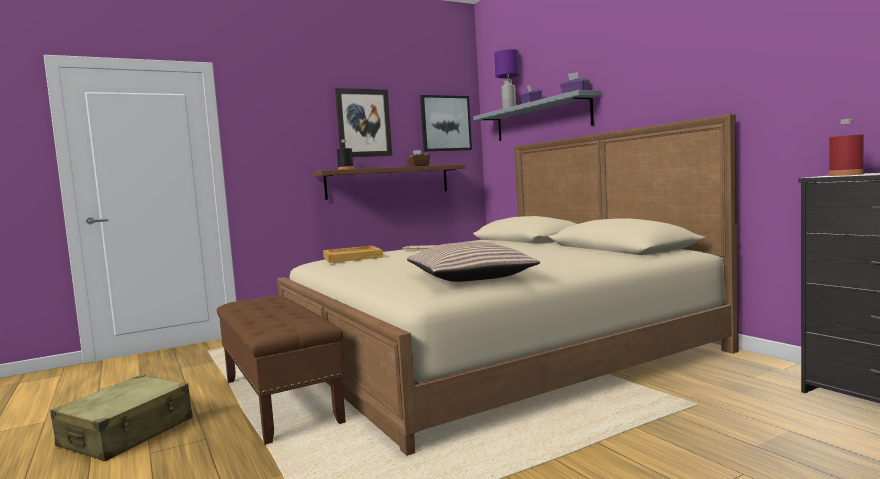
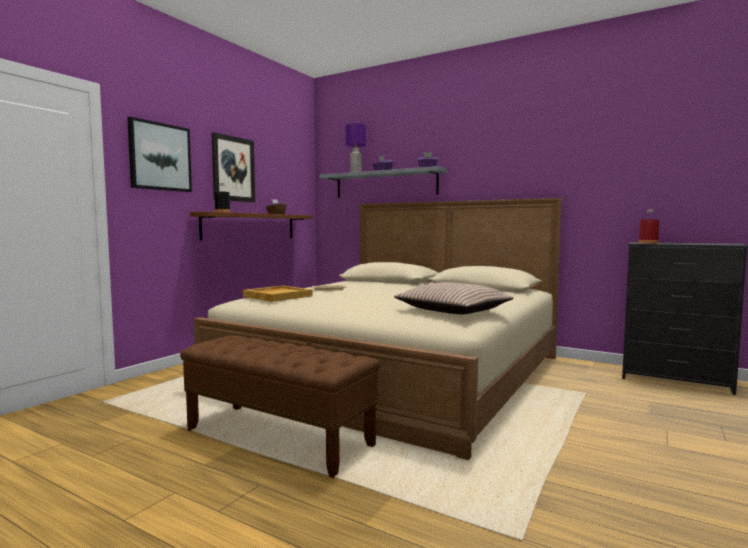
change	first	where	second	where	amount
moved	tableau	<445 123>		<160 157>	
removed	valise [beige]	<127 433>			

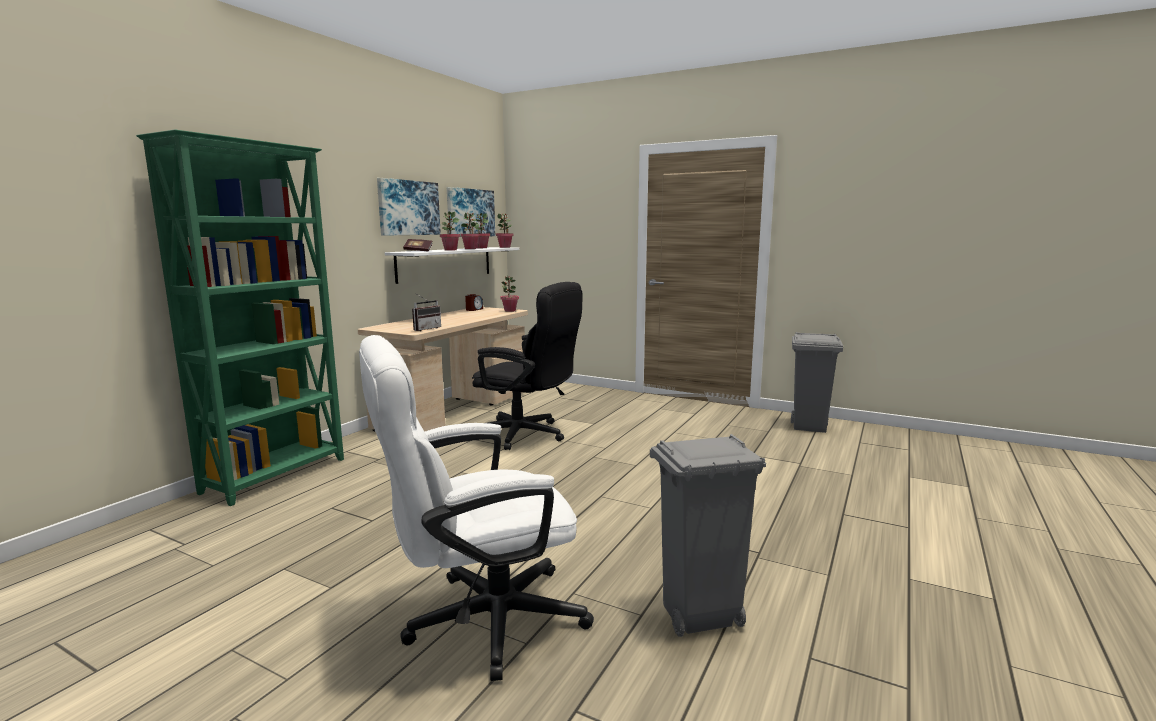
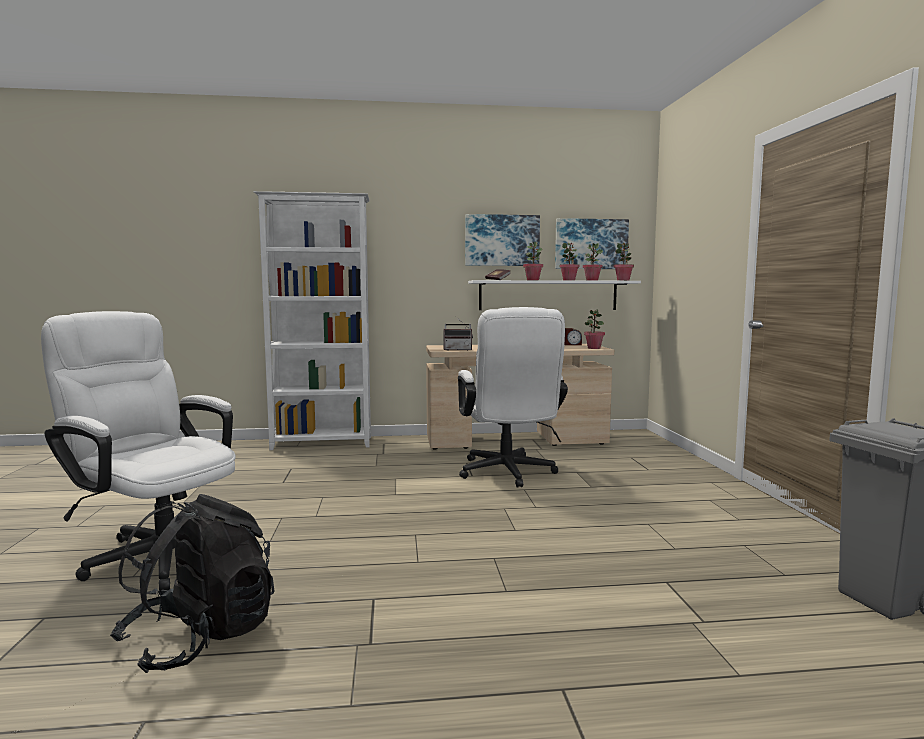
change	first	where	second	where	amount
replaced	poubelle [gris]	<698 618>	sac à dos [noir]	<200 637>	
recoloured	bibliothèque [vert]	<277 475>	bibliothèque [blanc]	<323 444>	
recoloured	chaise de bureau [noir]	<527 435>	chaise de bureau [blanc]	<508 474>	

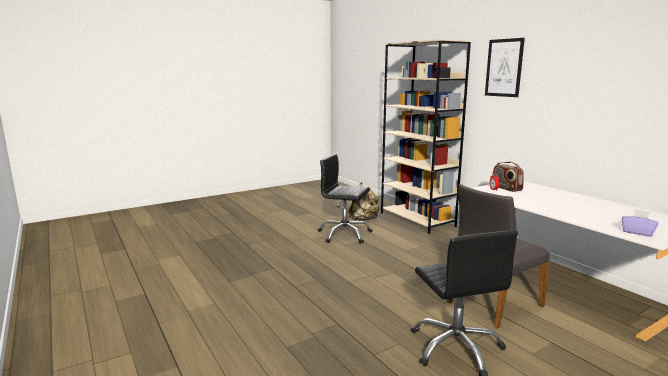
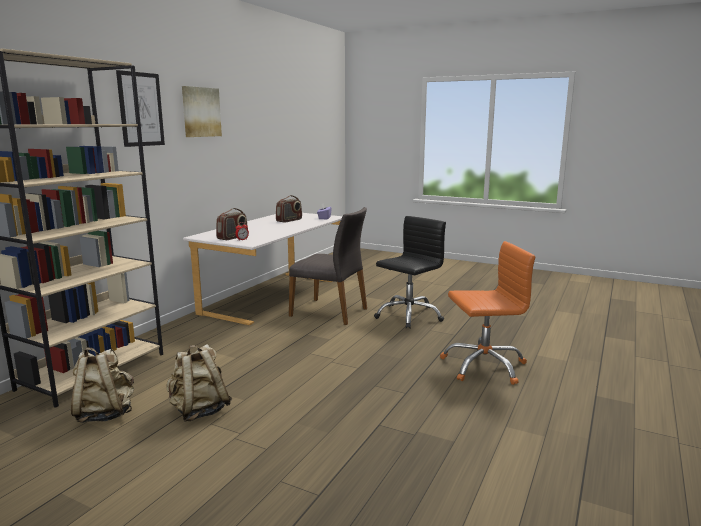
change	first	where	second	where	amount
replaced	chaise de bureau [noir]	<344 234>	sac à dos [beige]	<199 411>	
added			tableau	<201 112>	
added			radio	<289 220>	
added			chaise de bureau [orange]	<483 366>	

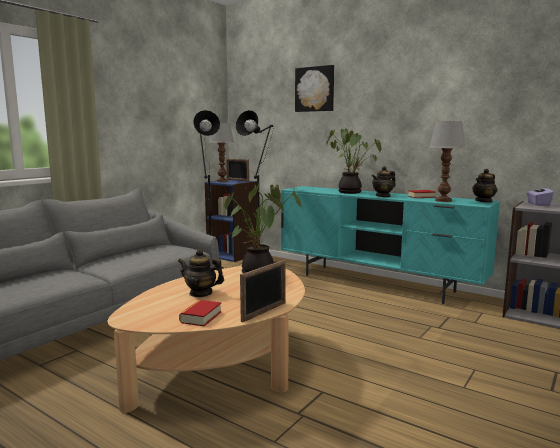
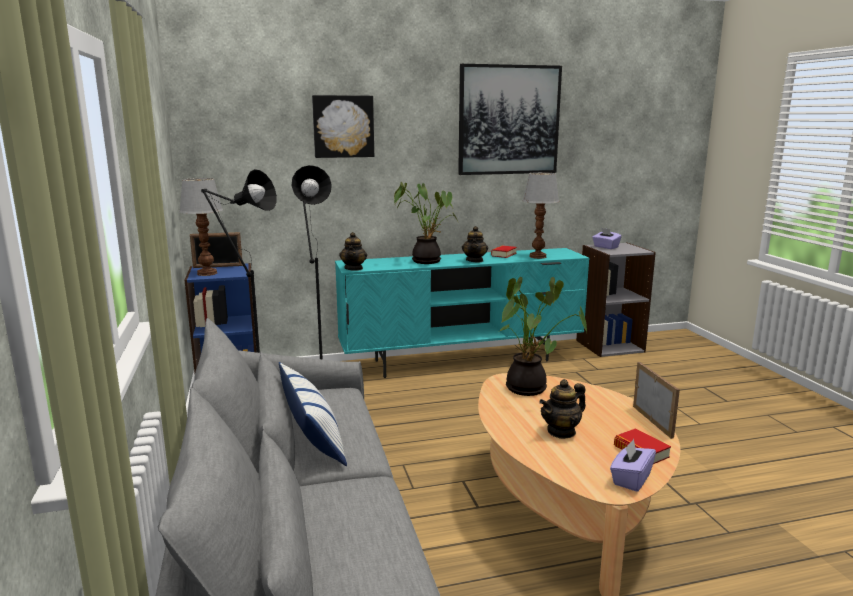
change	first	where	second	where	amount
added			coussin	<313 436>	
moved	théière	<484 201>		<354 268>	
added			tableau	<509 120>	
added			boîte à mouchoirs [violet]	<631 479>	

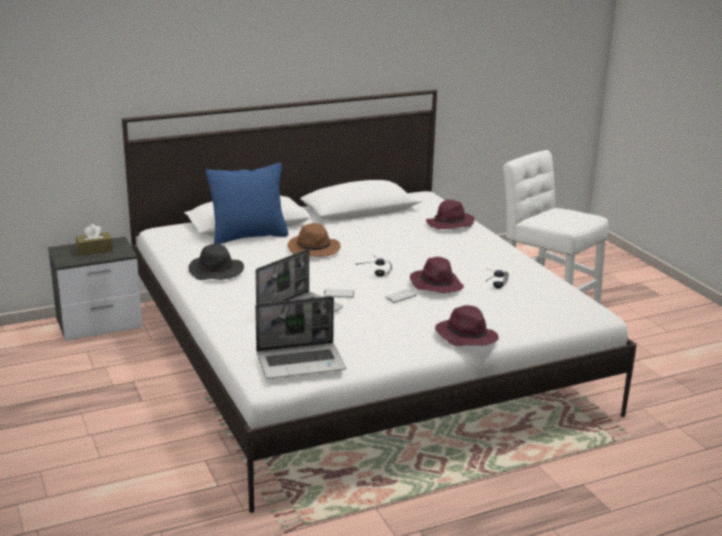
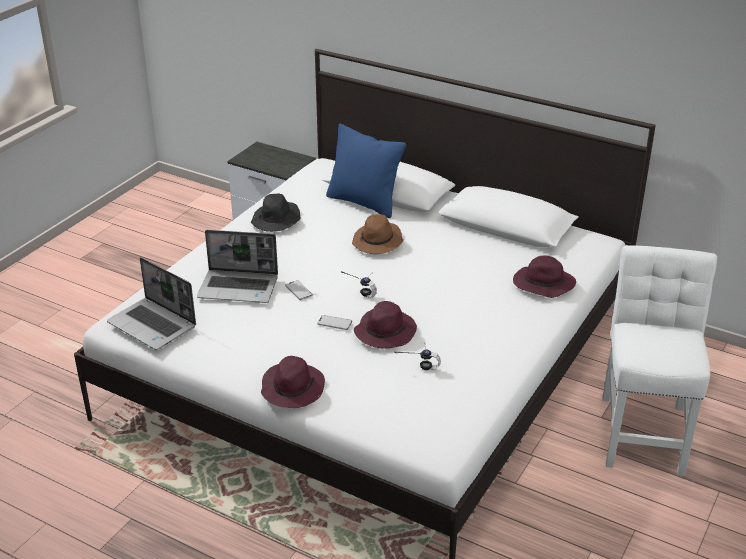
change	first	where	second	where	amount
removed	boîte à mouchoirs [marron]	<94 250>			

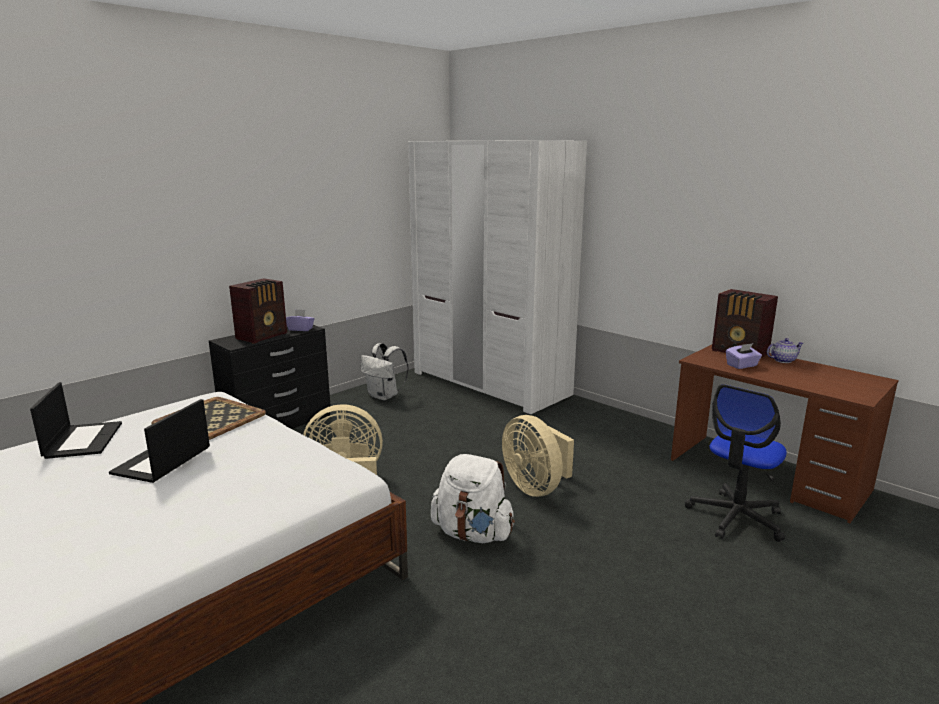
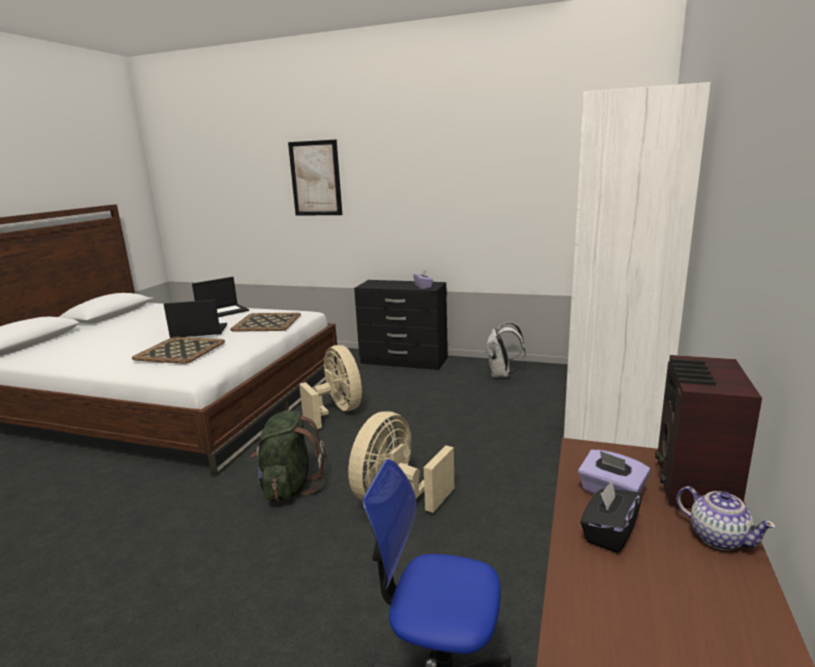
change	first	where	second	where	amount
added			plateau	<181 350>	
recoloured	sac à dos [blanc]	<473 534>	sac à dos [vert]	<289 487>	
added			tableau	<315 178>	
added			boîte à mouchoirs [noir]	<609 533>	
removed	radio	<263 336>			

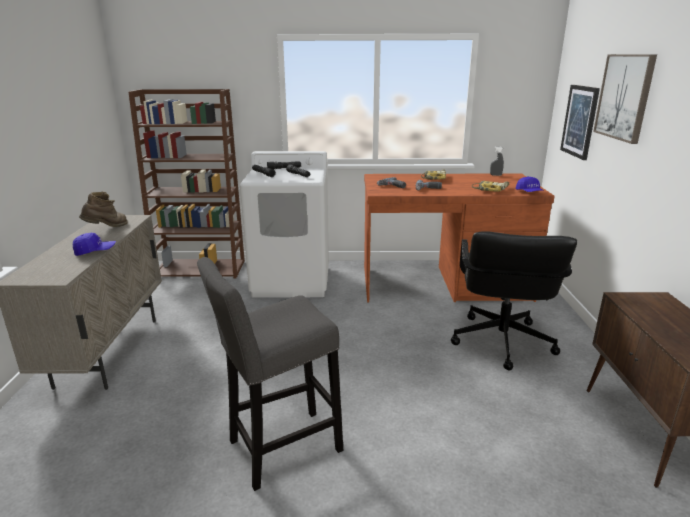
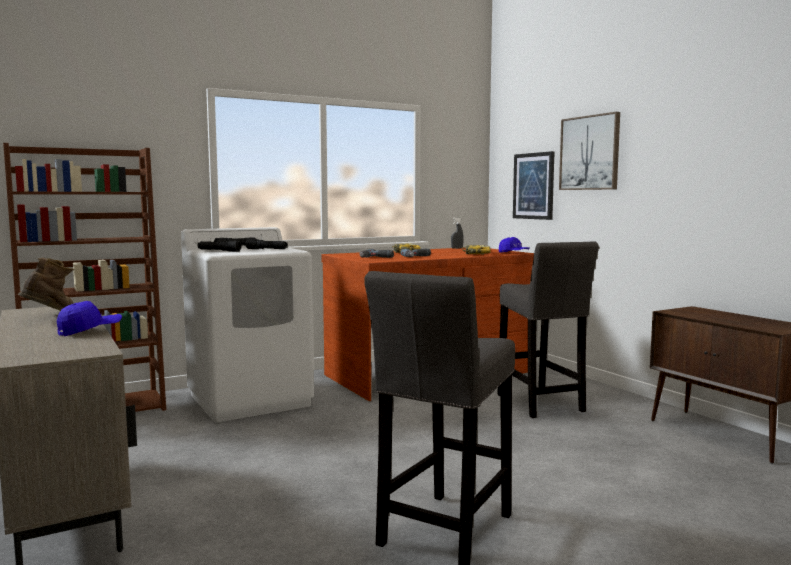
change	first	where	second	where	amount
replaced	chaise de bureau [noir]	<501 342>	tabouret [gris]	<541 405>	

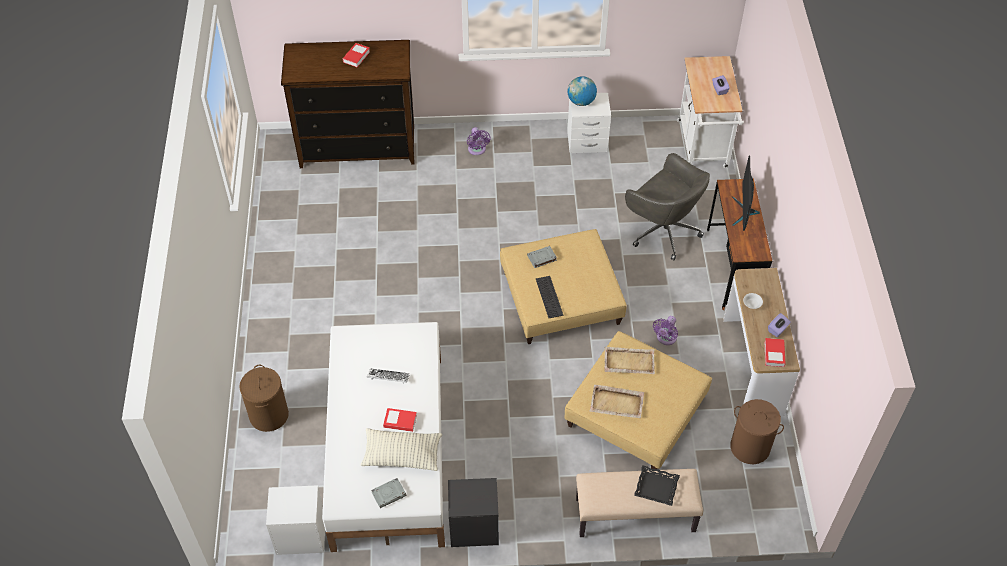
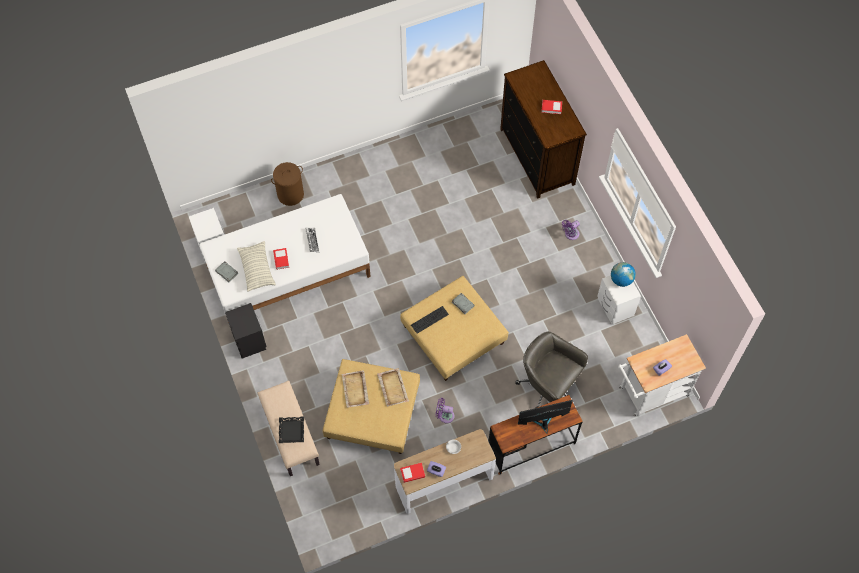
change	first	where	second	where	amount
turned	chaise de bureau [gris]	<662 230>		<548 386>	105 degrees clockwise
removed	panier à linge [marron]	<749 447>			

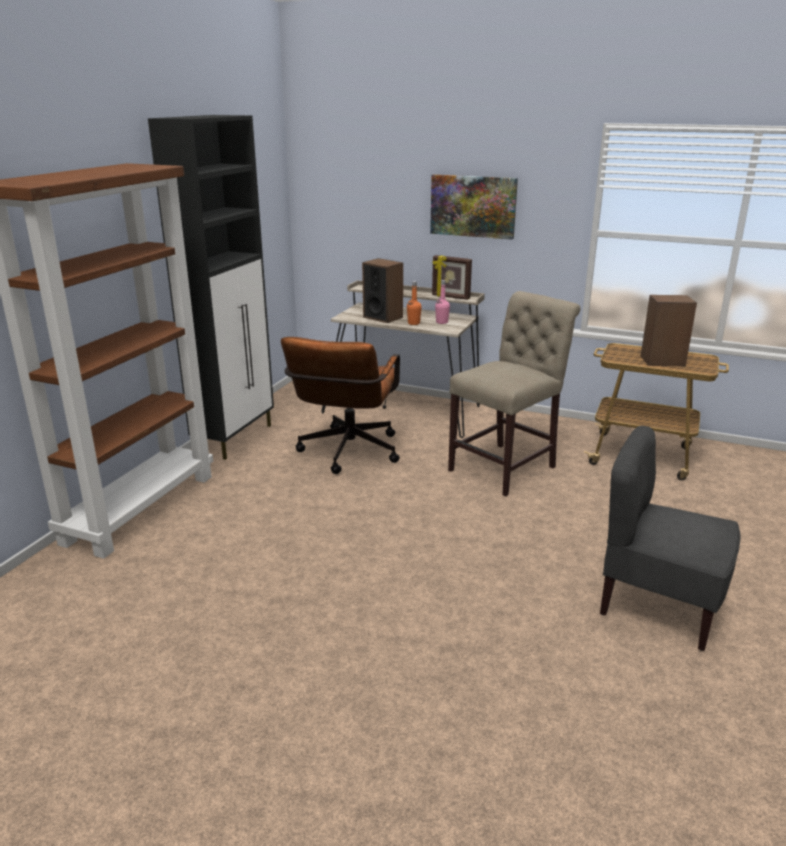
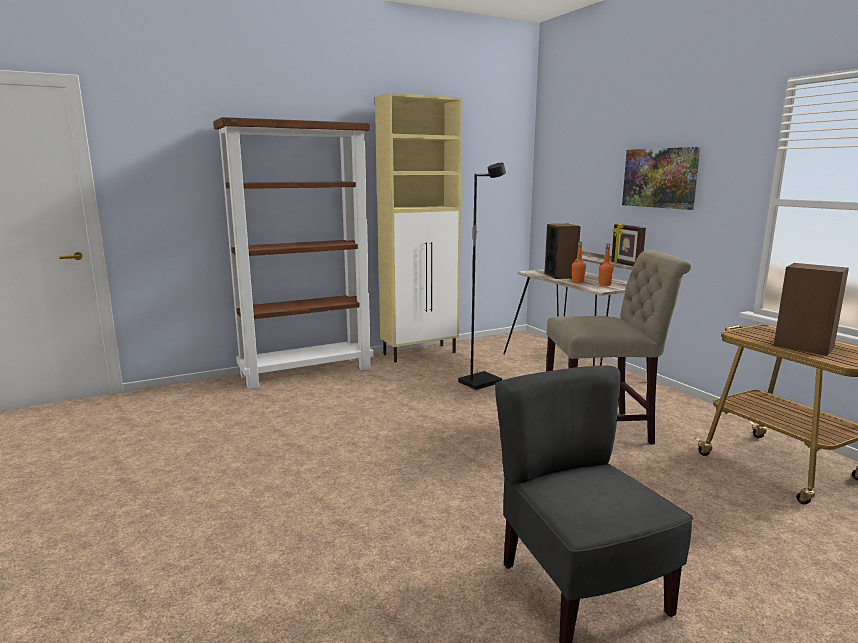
change	first	where	second	where	amount
recoloured	meuble de rangement [noir]	<235 438>	meuble de rangement [beige]	<420 353>	
replaced	chaise de bureau [marron]	<347 454>	lampadaire [noir]	<479 382>	
recoloured	bouteille [rose]	<442 322>	bouteille [orange]	<604 284>	

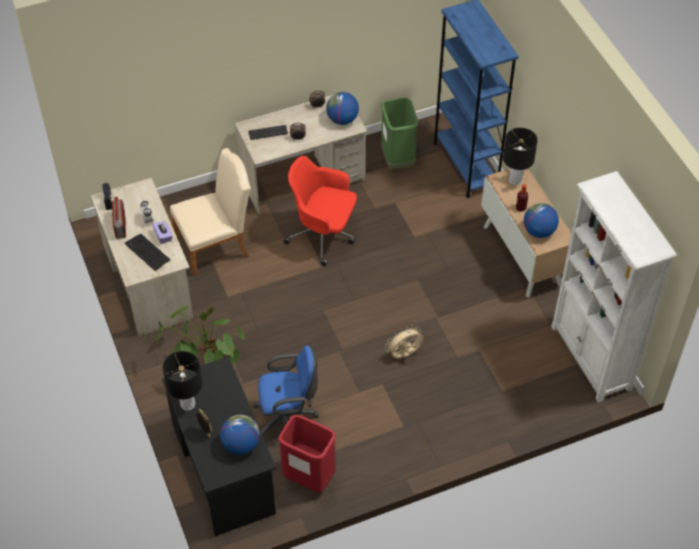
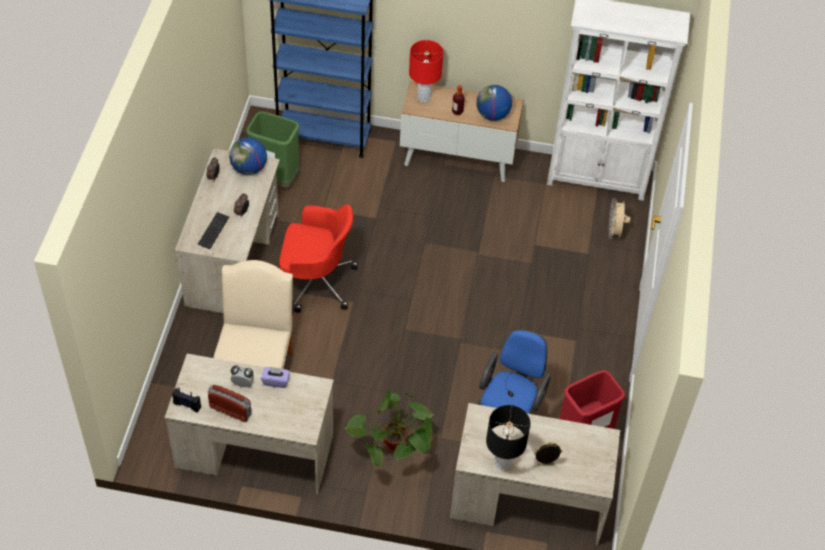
change	first	where	second	where	amount
turned	chaise de bureau [rouge]	<323 235>		<316 281>	135 degrees counterclockwise
recoloured	lampe de table [noir]	<515 180>	lampe de table [rouge]	<423 97>	
recoloured	bureau [noir]	<223 469>	bureau [beige]	<527 501>	
moved	ventilateur [beige]	<405 355>		<614 232>	
removed	clavier	<147 252>			
removed	globe	<241 444>			

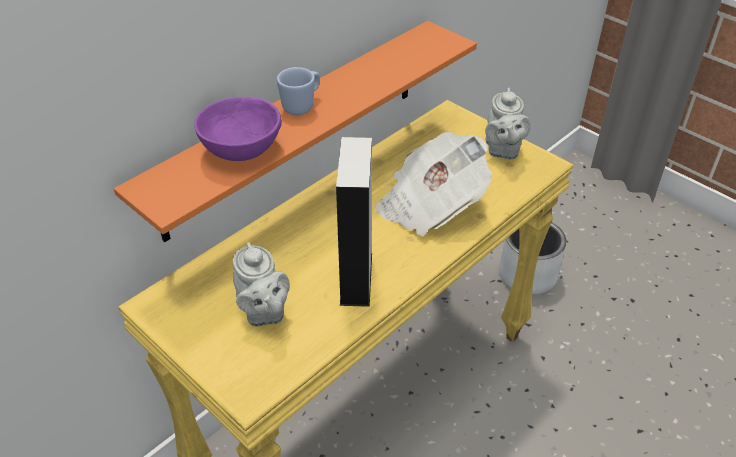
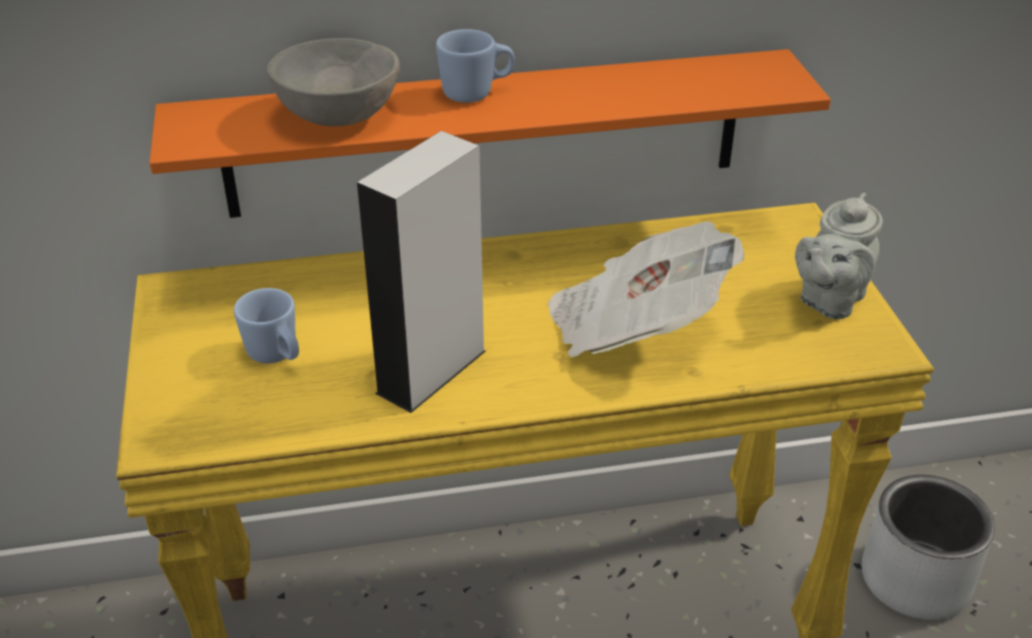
change	first	where	second	where	amount
replaced	théière [gris]	<263 312>	mug [bleu]	<277 356>	
recoloured	bol [violet]	<240 150>	bol [gris]	<337 116>	

